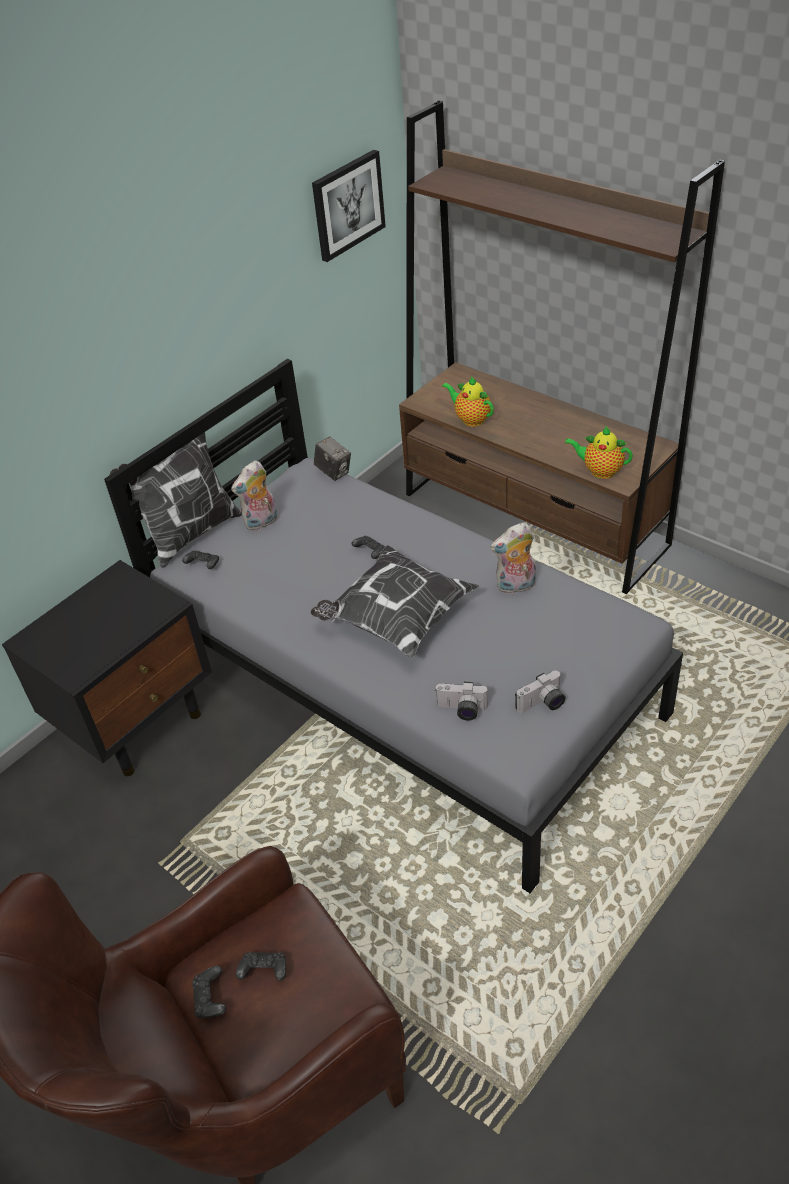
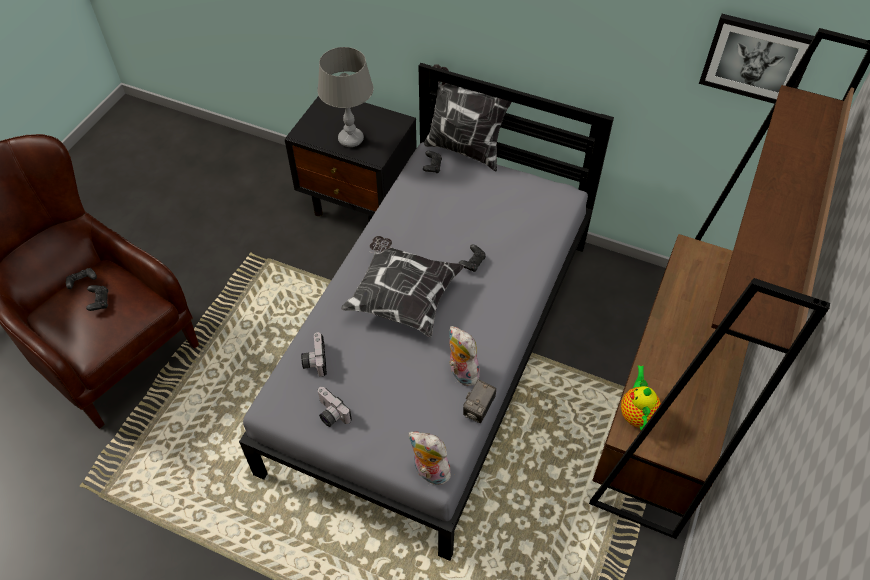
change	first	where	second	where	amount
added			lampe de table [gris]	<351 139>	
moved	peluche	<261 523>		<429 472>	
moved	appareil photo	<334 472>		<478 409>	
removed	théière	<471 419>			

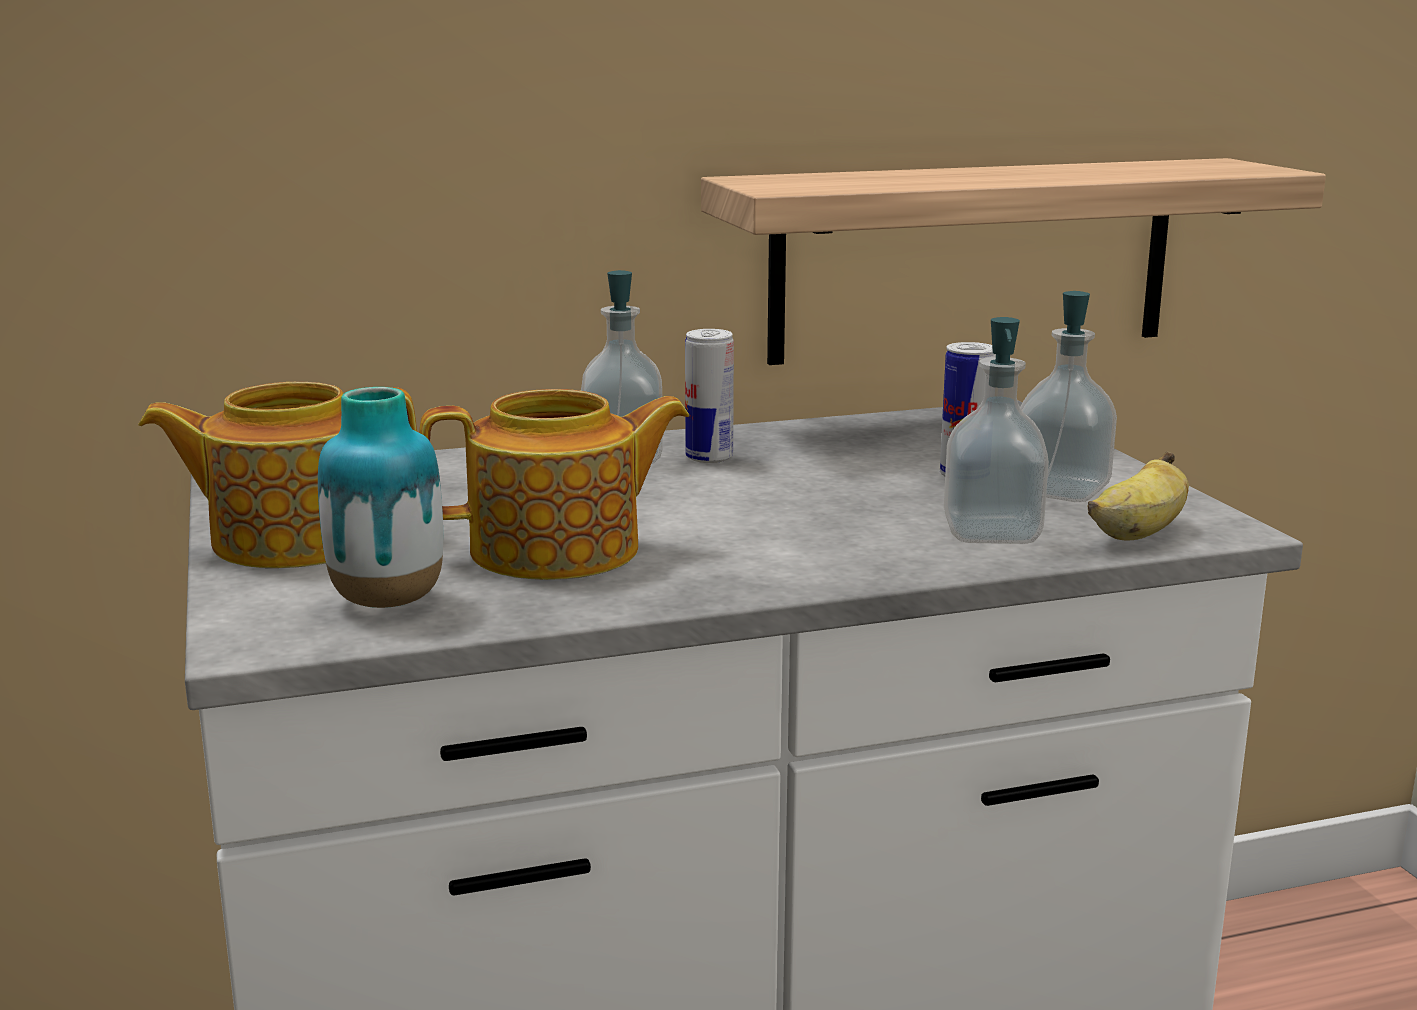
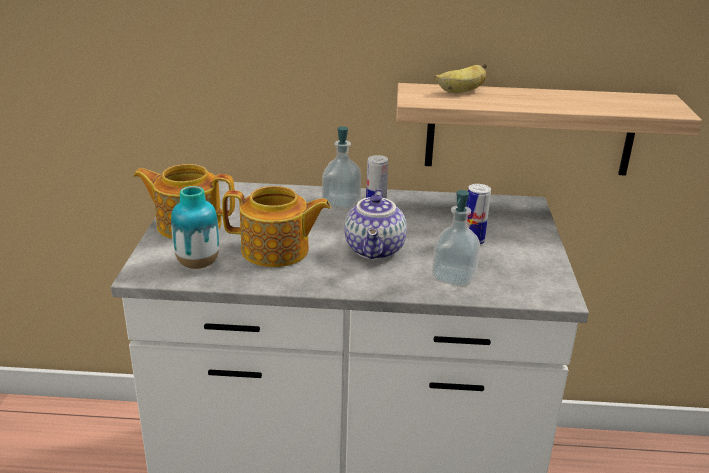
change	first	where	second	where	amount
added			théière	<376 250>	
moved	banane	<1137 534>		<461 92>	
removed	distributeur de savon	<1061 491>			

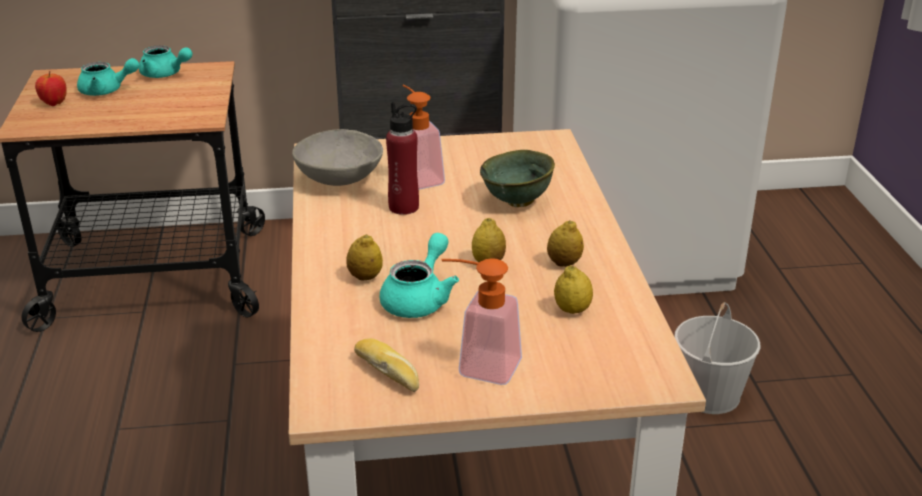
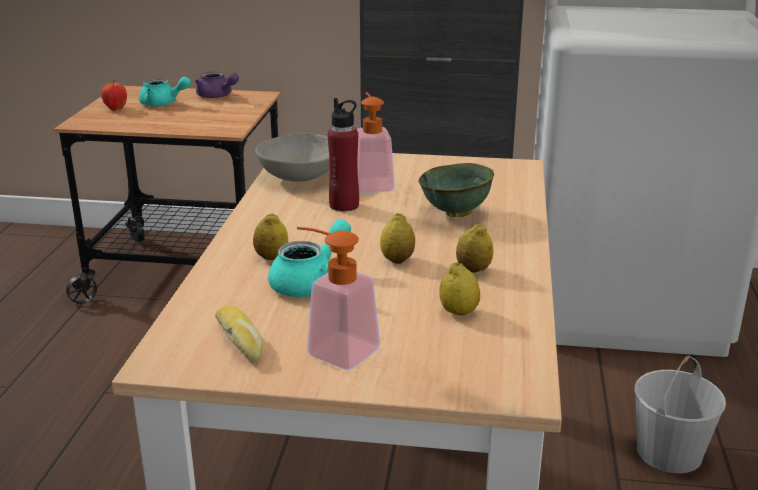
change	first	where	second	where	amount
recoloured	théière [turquoise]	<165 74>	théière [violet]	<217 96>	

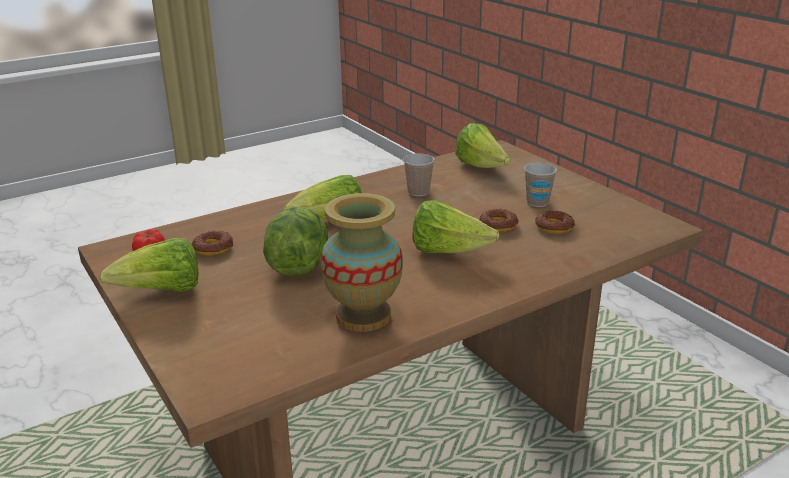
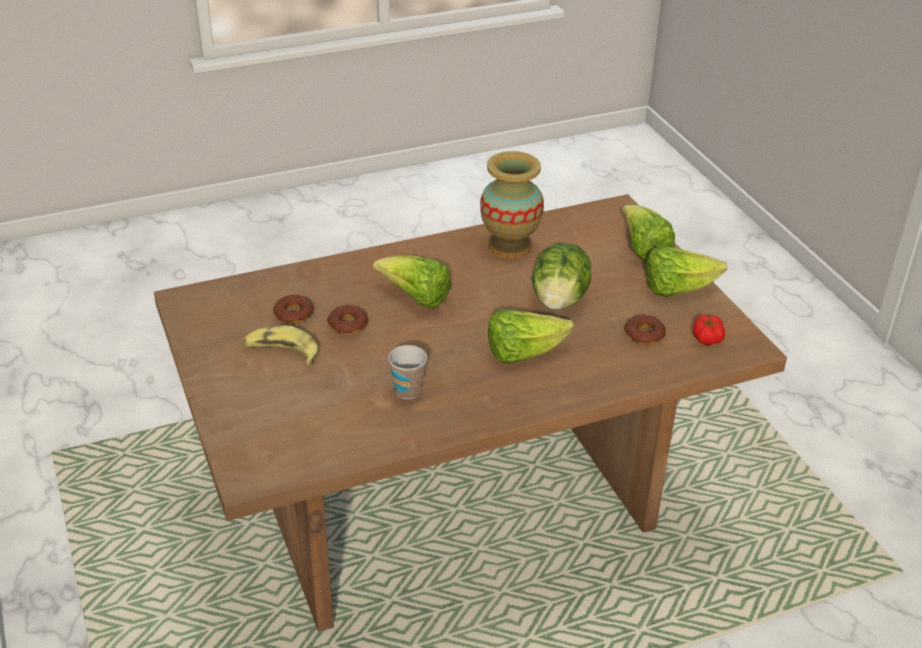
change	first	where	second	where	amount
replaced	tasse	<537 202>	banane	<282 352>	
moved	laitue	<481 167>		<643 250>	

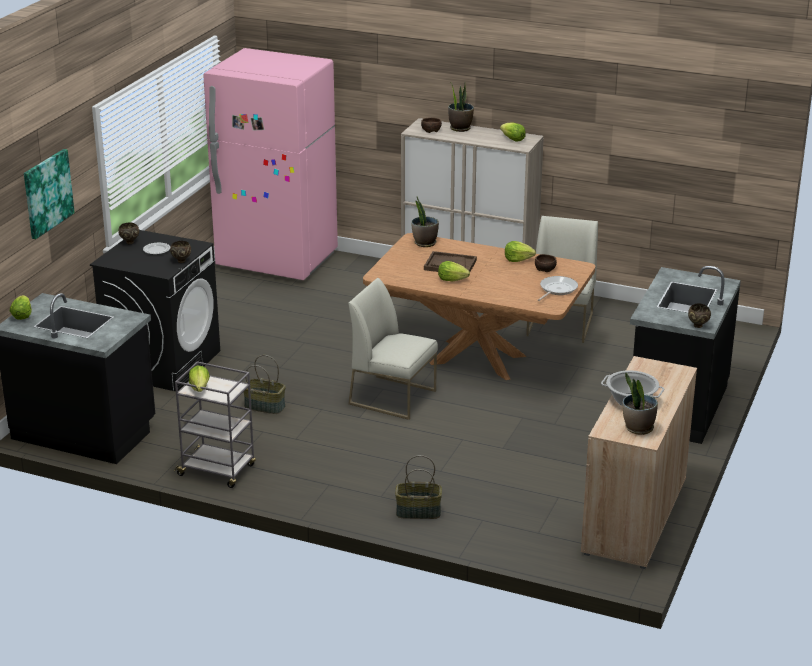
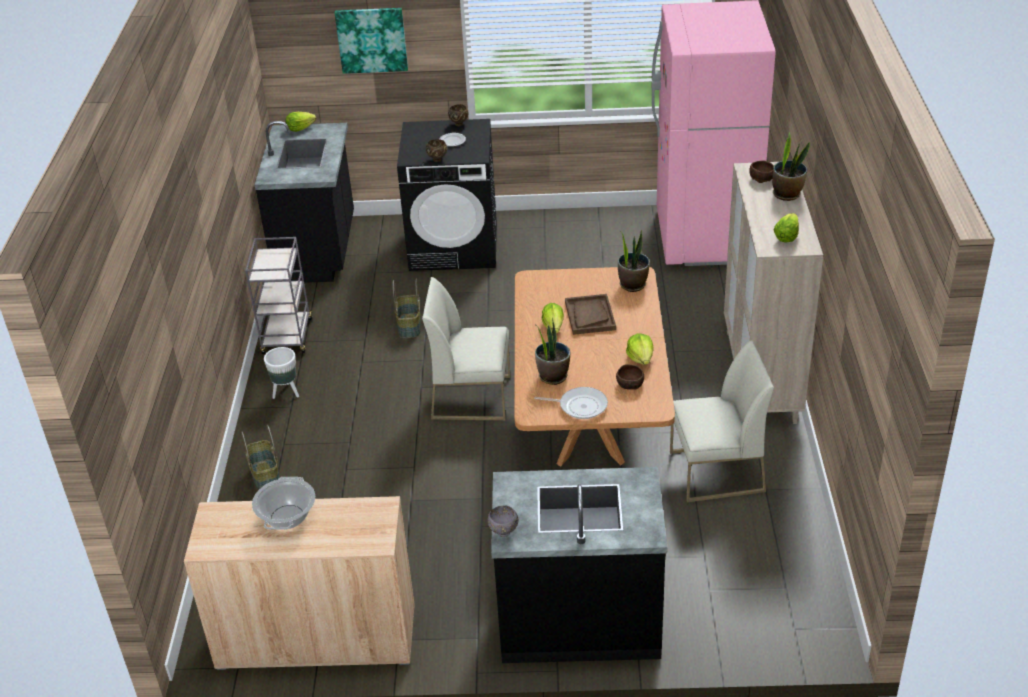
change	first	where	second	where	amount
added			cache-pot [blanc]	<286 393>	
turned	chaise [blanc]	<393 397>		<472 397>	90 degrees counterclockwise
recoloured	bol [marron]	<698 326>	bol [gris]	<503 533>	
moved	plante en pot	<638 428>		<553 376>	
removed	laitue	<200 388>			

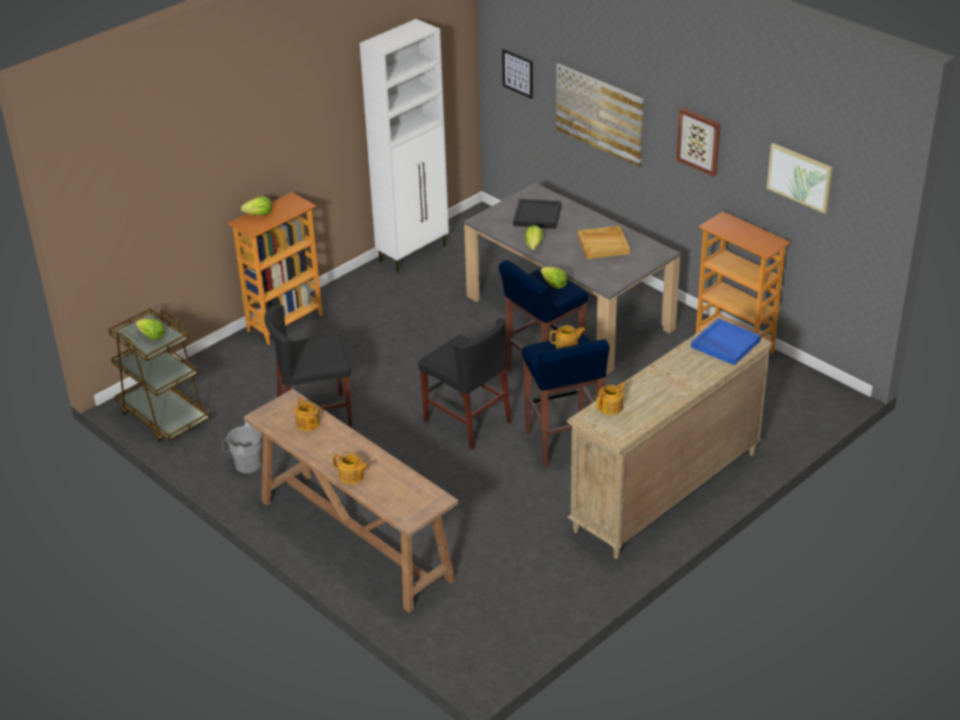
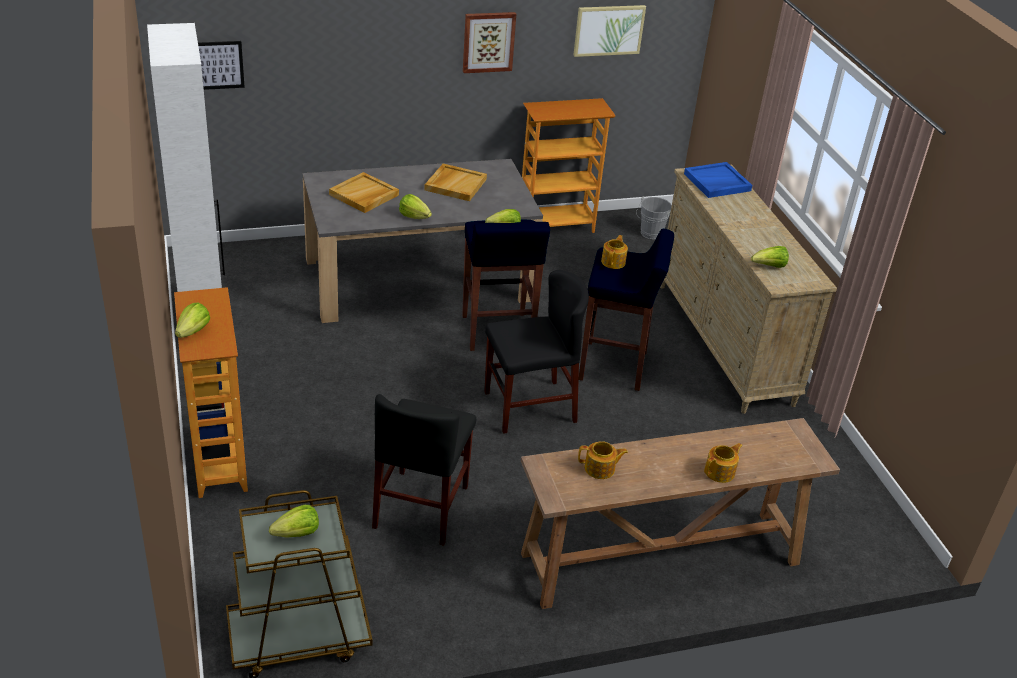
change	first	where	second	where	amount
recoloured	plateau [noir]	<536 216>	plateau [beige]	<364 195>	
moved	seau [gris]	<245 465>		<650 234>	
replaced	théière	<611 407>	laitue	<769 266>	
removed	tableau	<599 114>			

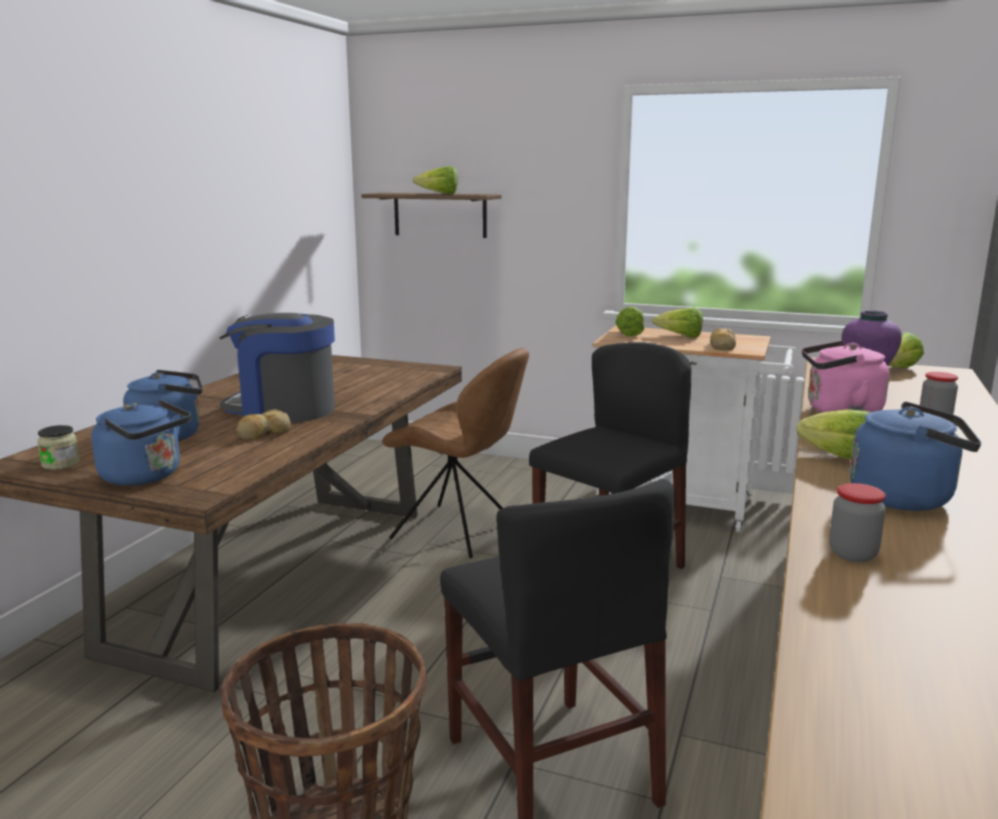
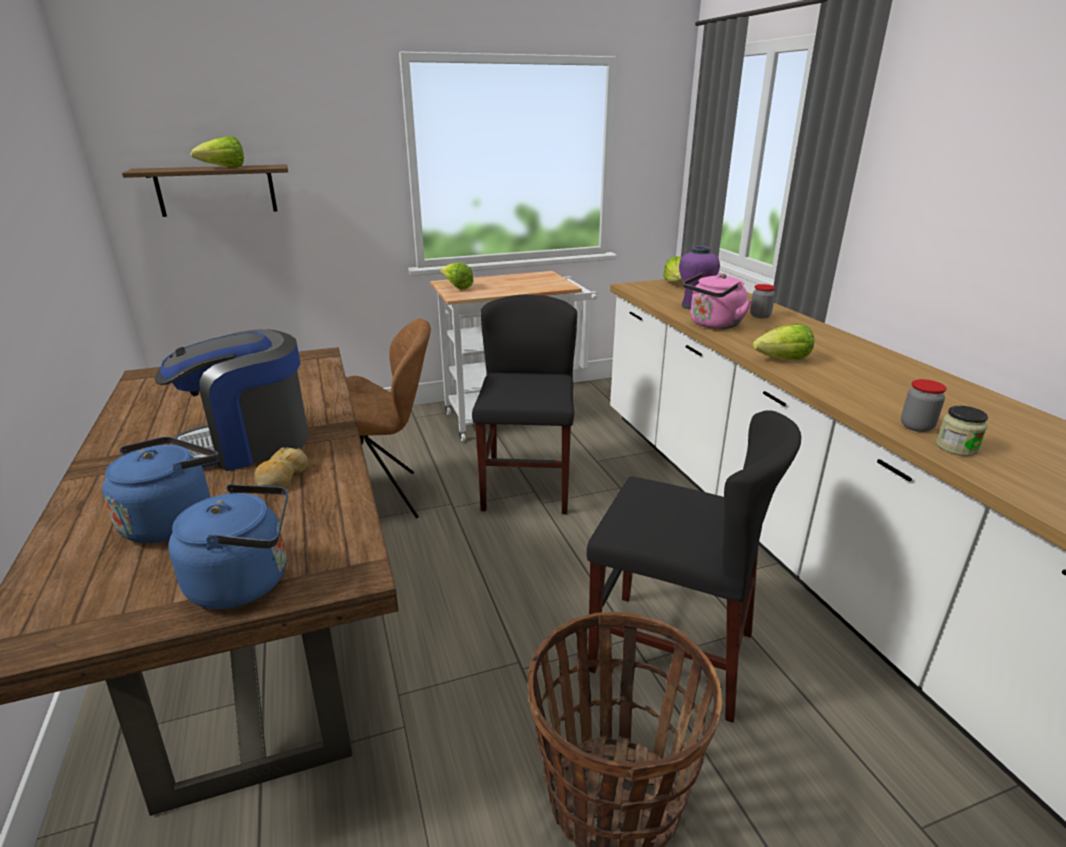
change	first	where	second	where	amount
moved	bocal	<60 464>		<956 447>	
removed	laitue	<681 336>			
removed	pain	<722 346>			
removed	bouilloire [bleu]	<906 498>			

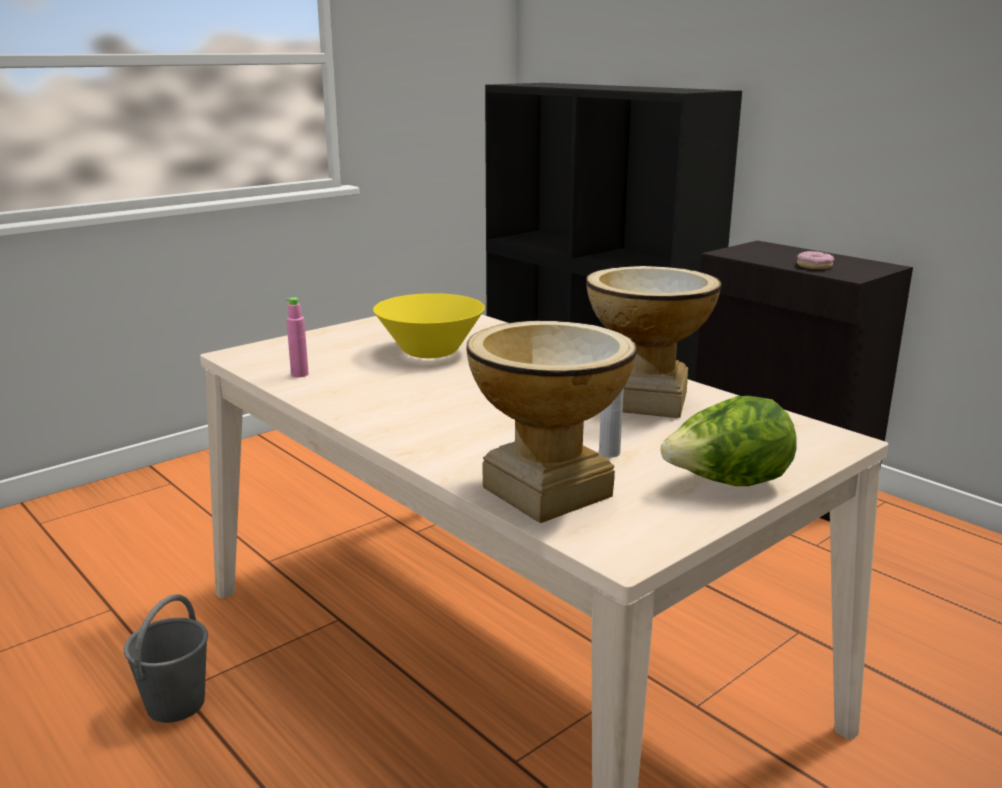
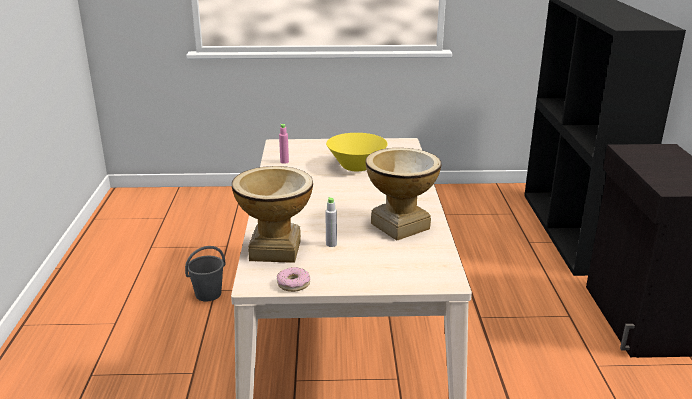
change	first	where	second	where	amount
moved	beignet	<814 266>		<293 284>	
removed	laitue	<727 484>			

